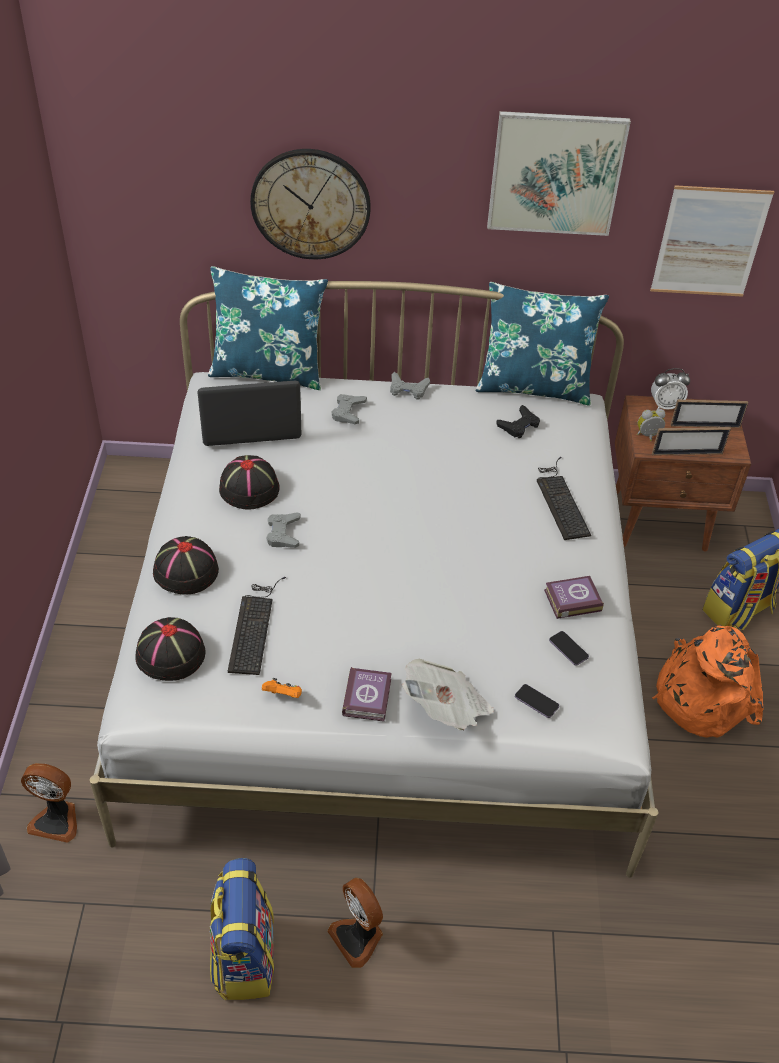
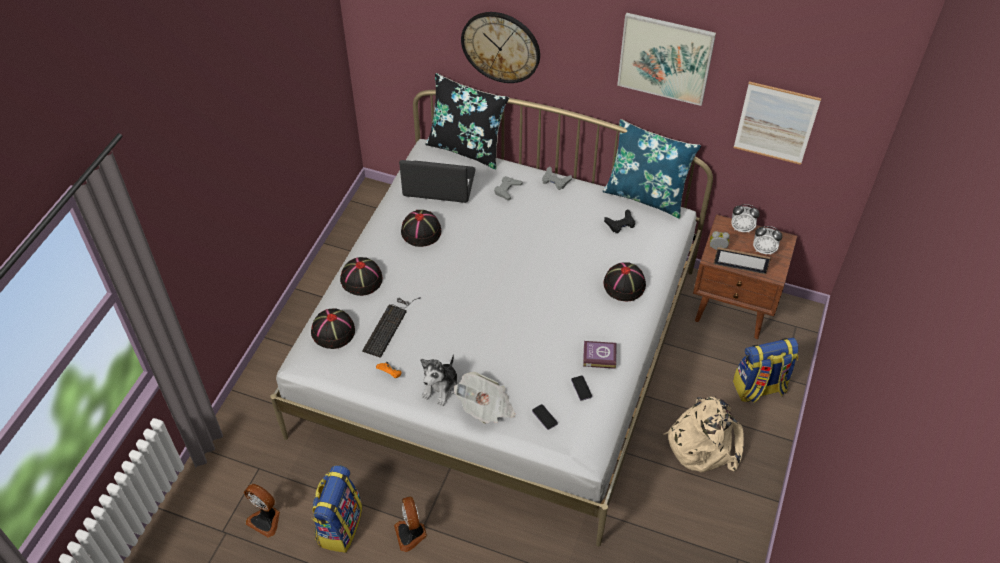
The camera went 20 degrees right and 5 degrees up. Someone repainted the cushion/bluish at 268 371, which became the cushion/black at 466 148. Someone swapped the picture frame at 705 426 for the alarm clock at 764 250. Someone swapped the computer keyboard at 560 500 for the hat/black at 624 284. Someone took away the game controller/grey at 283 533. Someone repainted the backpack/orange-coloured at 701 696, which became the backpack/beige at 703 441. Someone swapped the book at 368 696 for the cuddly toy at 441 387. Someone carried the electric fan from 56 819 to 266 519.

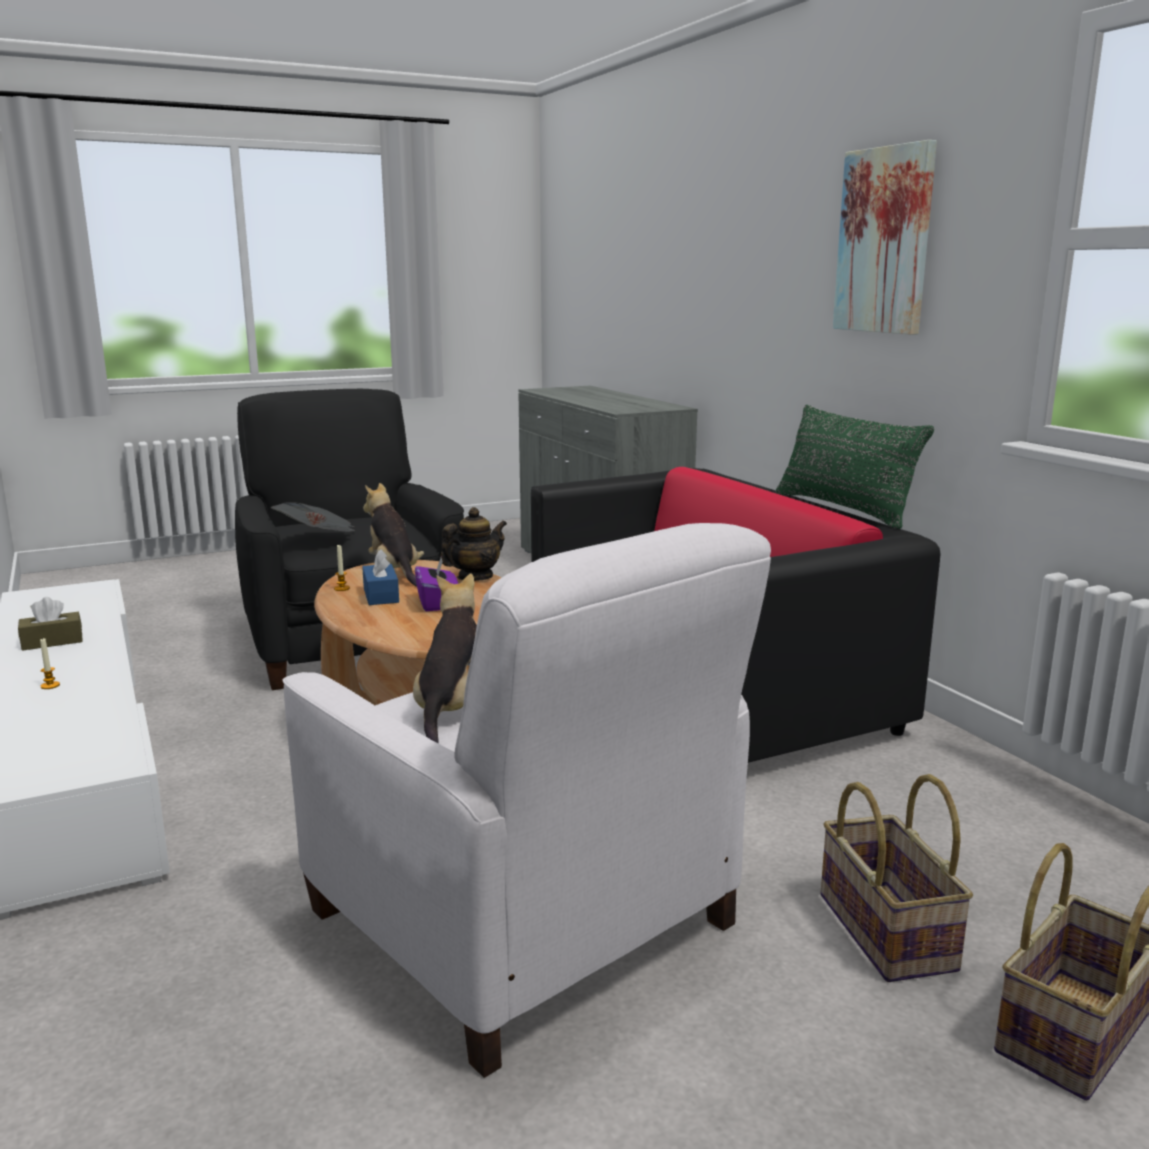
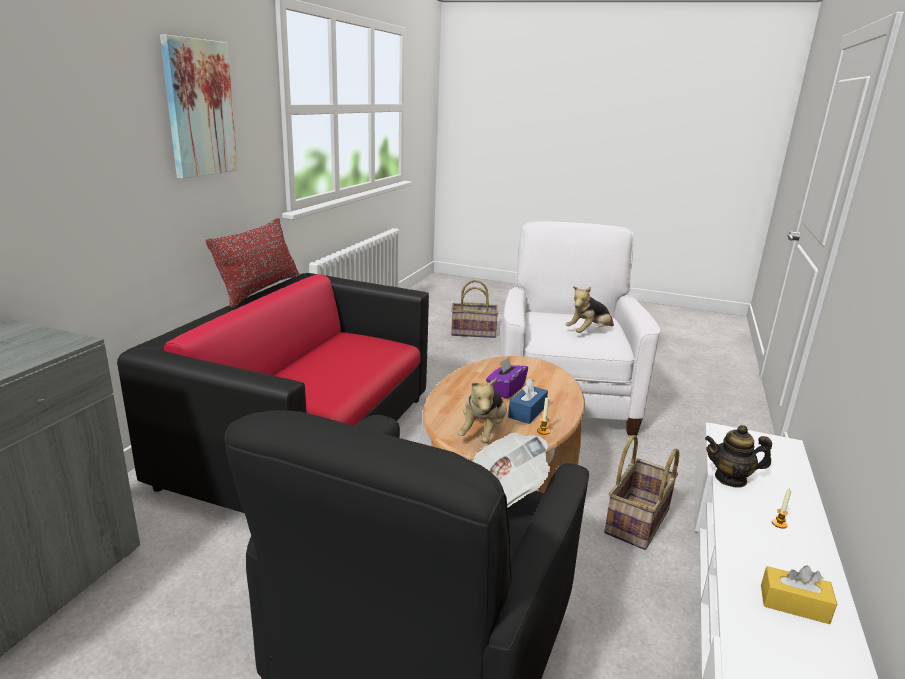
The camera went 135 degrees left and 5 degrees up. Someone repainted the cushion/green at 843 509, which became the cushion/reddish at 260 289. Someone carried the tea pot from 475 577 to 731 479. Someone repainted the box of tissues/brown-coloured at 52 641, which became the box of tissues/yellow-coloured at 794 604. Someone carried the storage basket from 883 931 to 638 522.

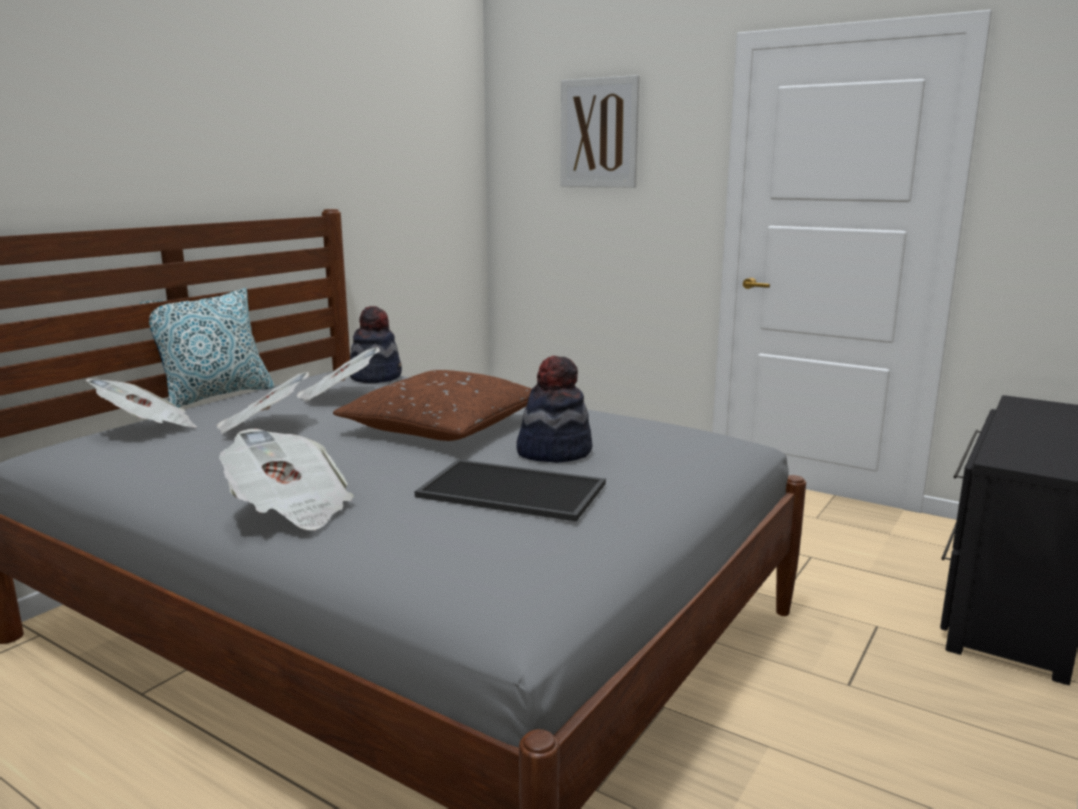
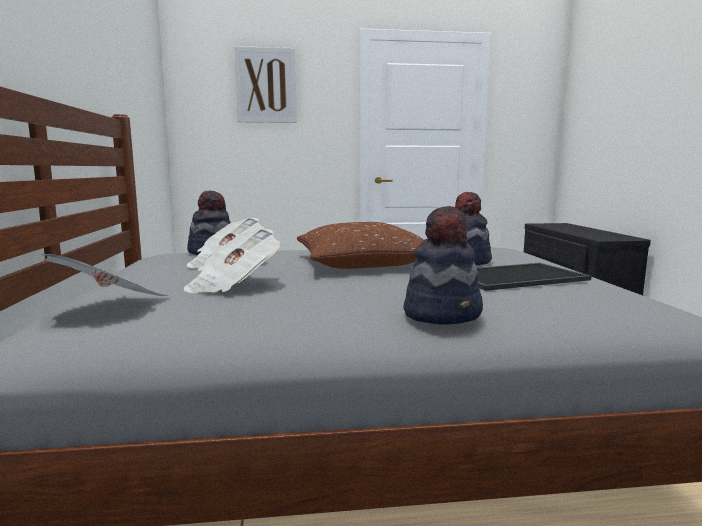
The camera went 40 degrees left and 5 degrees down. Someone took away the cushion at 216 396. Someone swapped the printed paper at 291 509 for the hat at 443 314.

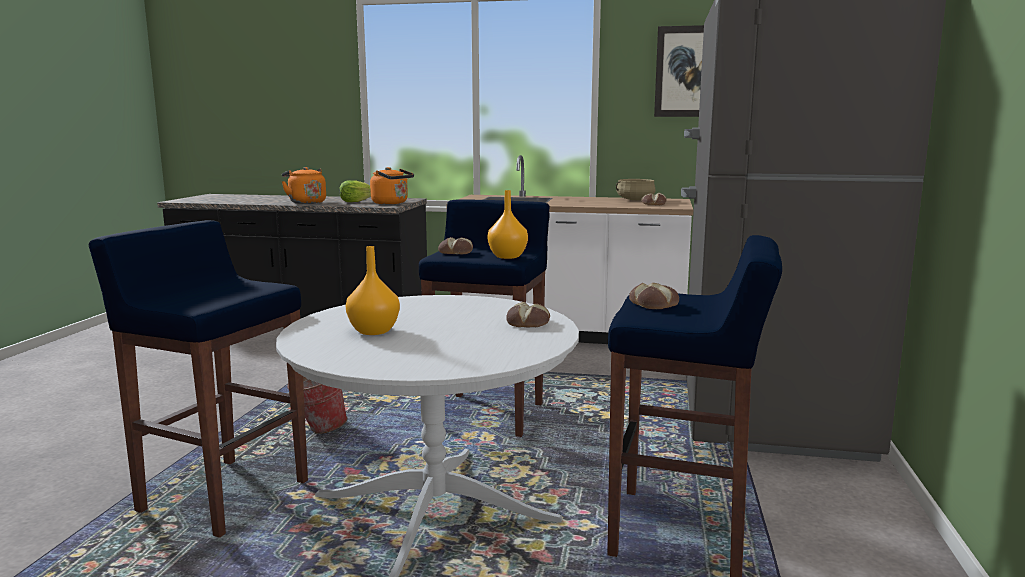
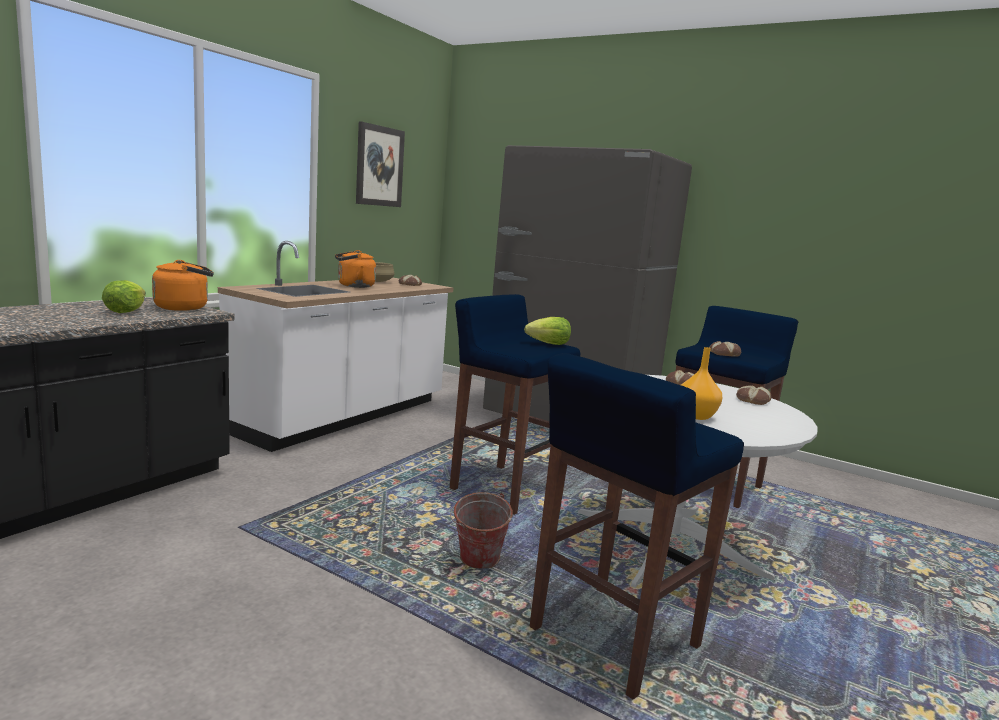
The camera went 70 degrees left and 0 degrees up. Someone carried the tea kettle/orange-coloured from 306 202 to 353 286. Someone swapped the decorative vase/orange-coloured at 507 257 for the lettuce head at 549 344. Someone carried the bread from 456 252 to 752 400.

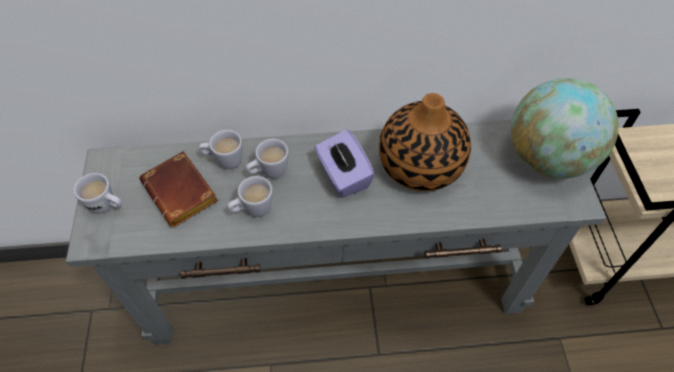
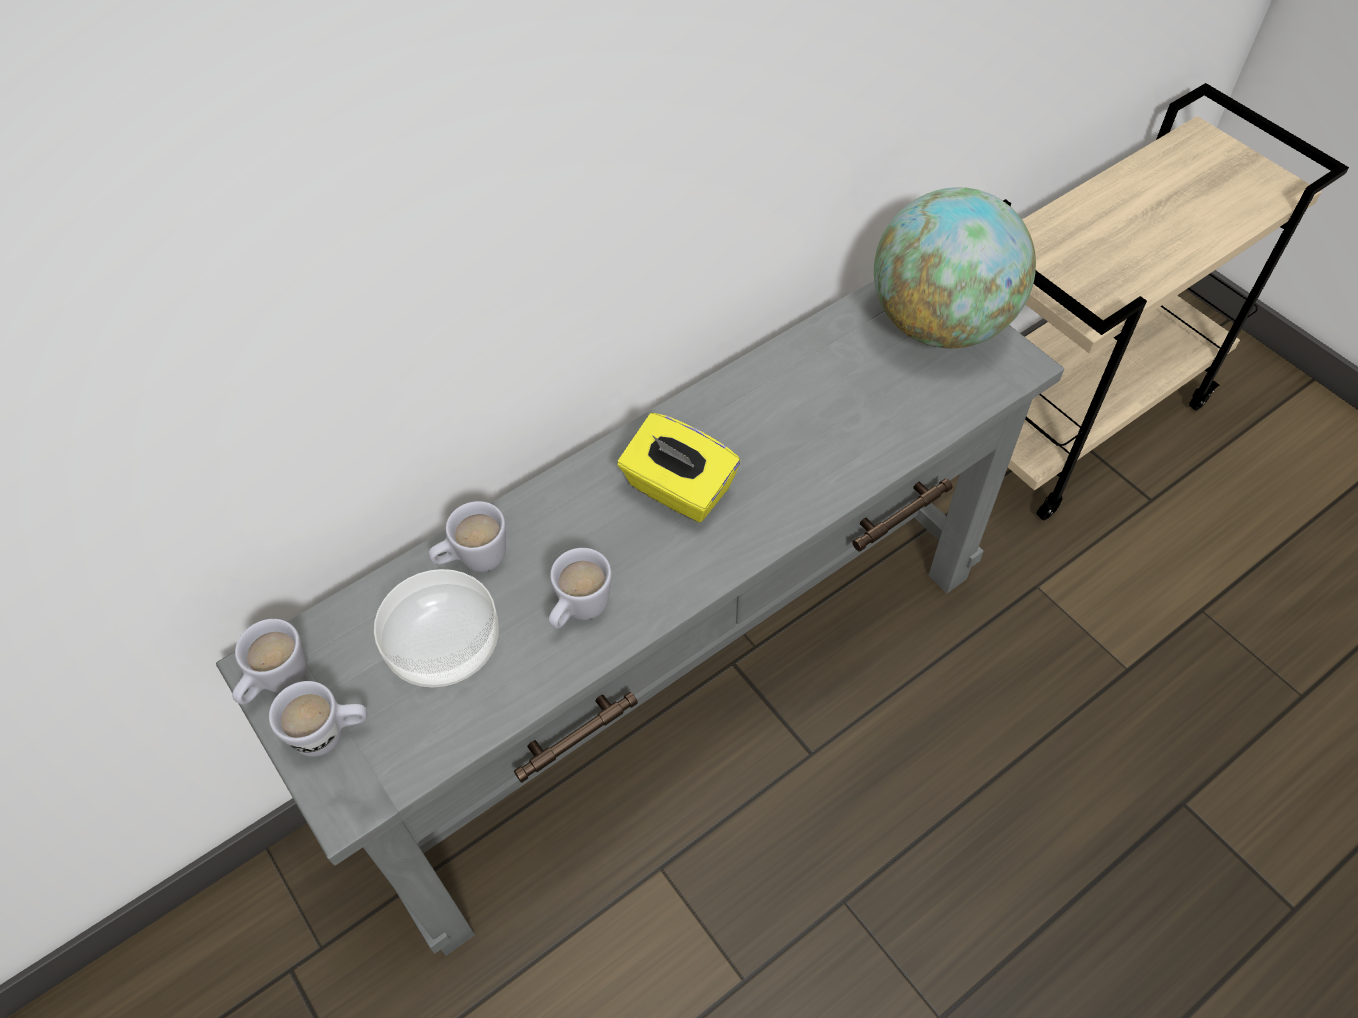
The camera went 30 degrees left and 0 degrees up. Someone took away the decorative vase at 420 165. Someone repainted the box of tissues/purplish at 343 176, which became the box of tissues/yellow-coloured at 678 489. Someone carried the mug/whitish from 269 172 to 277 683. Someone swapped the book/brown-coloured at 183 193 for the bowl at 446 645.

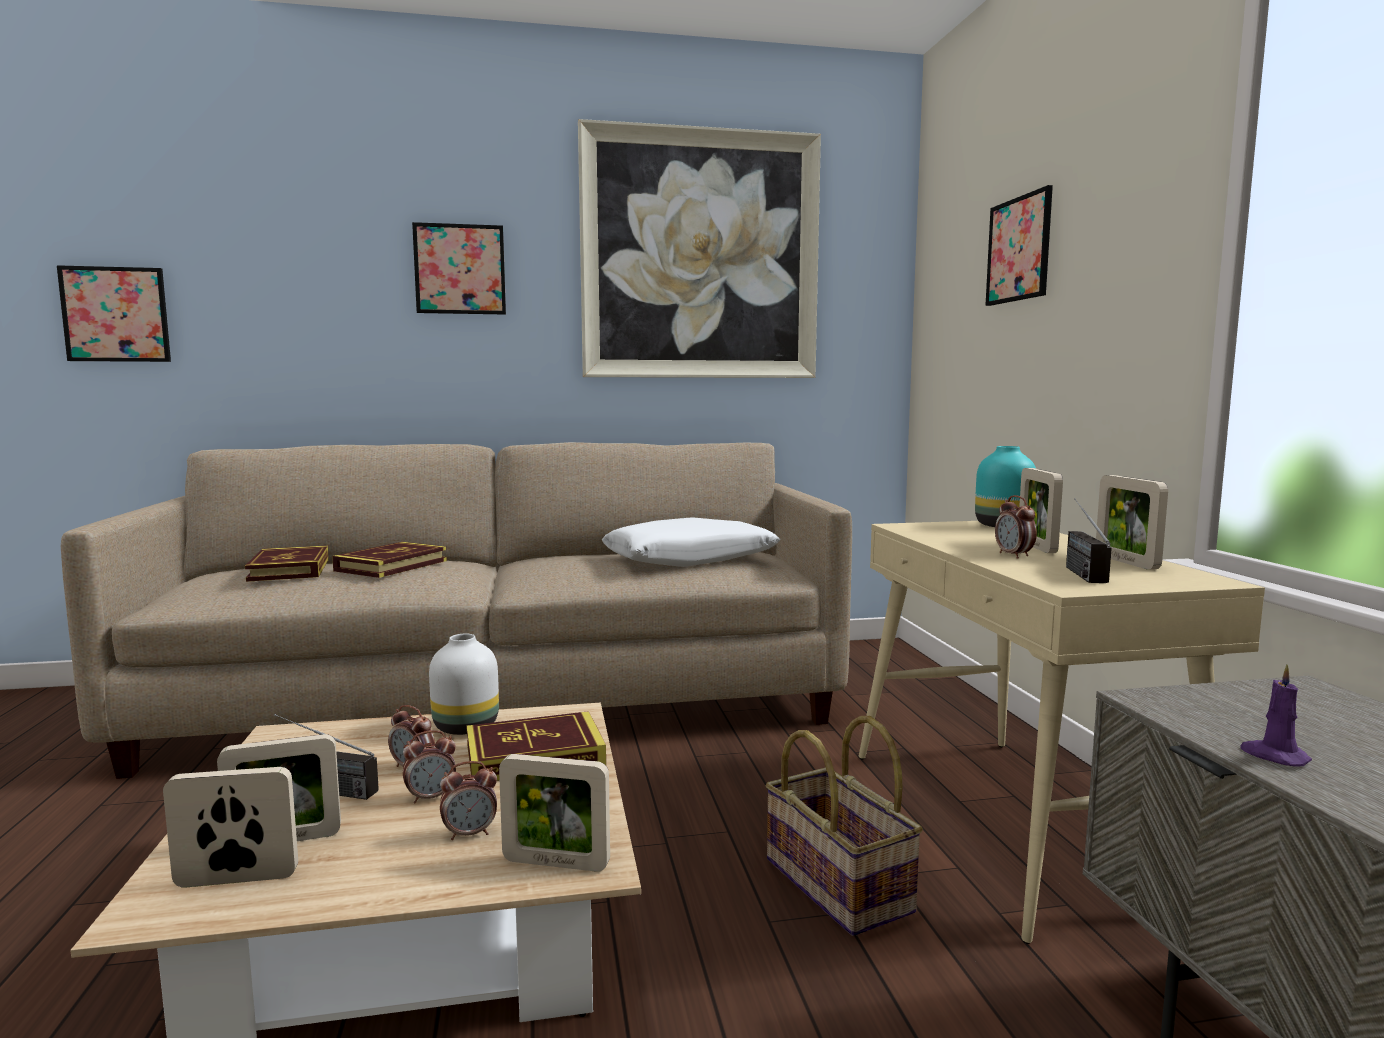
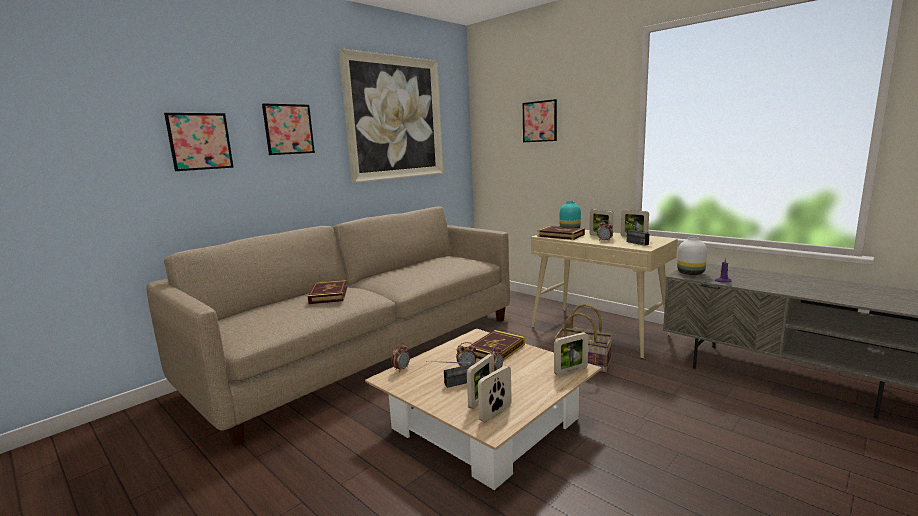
The camera went 35 degrees left and 5 degrees up. Someone carried the picture from 116 314 to 200 141. Someone took away the cushion/whitish at 690 559. Someone carried the book from 289 570 to 561 235. Someone carried the decorative vase/whitish from 464 726 to 690 273. Someone carried the alarm clock from 470 833 to 401 369.

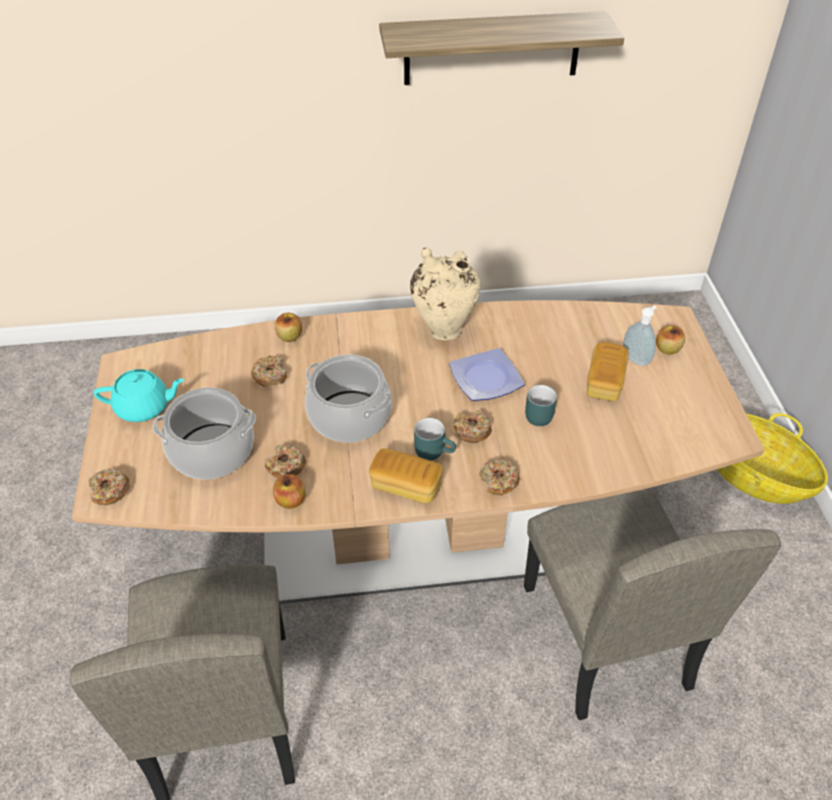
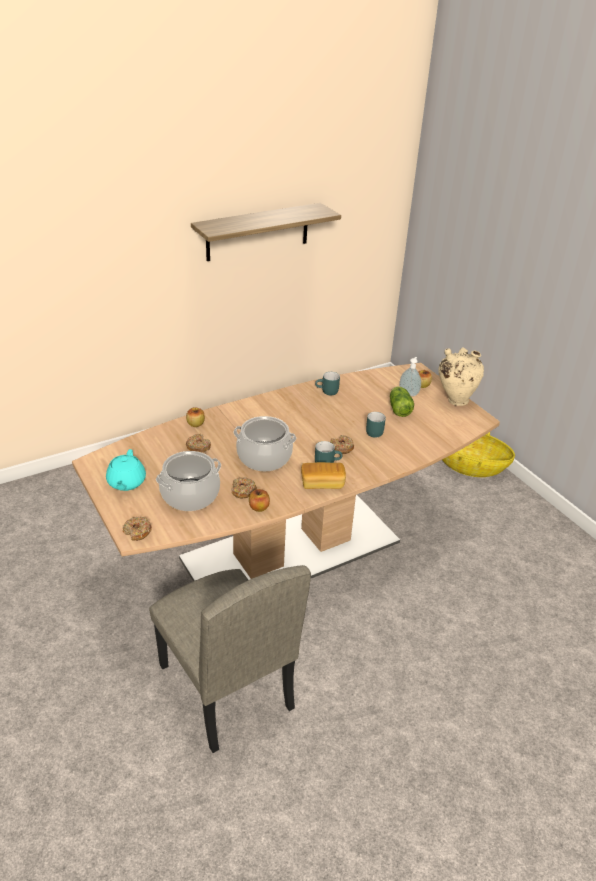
The camera went 25 degrees left and 10 degrees down. Someone carried the decorative vase/beige from 444 328 to 455 400. Someone swapped the bread at 604 382 for the lettuce head at 399 408. Someone took away the dinner plate at 484 378. Someone rotated the tea pot/blue-green at 144 407 by 120 degrees clockwise. Someone took away the doughnut at 498 481. Someone took away the plain chair/beige at 603 636. Someone put down the mug/blue-green at 327 392.

